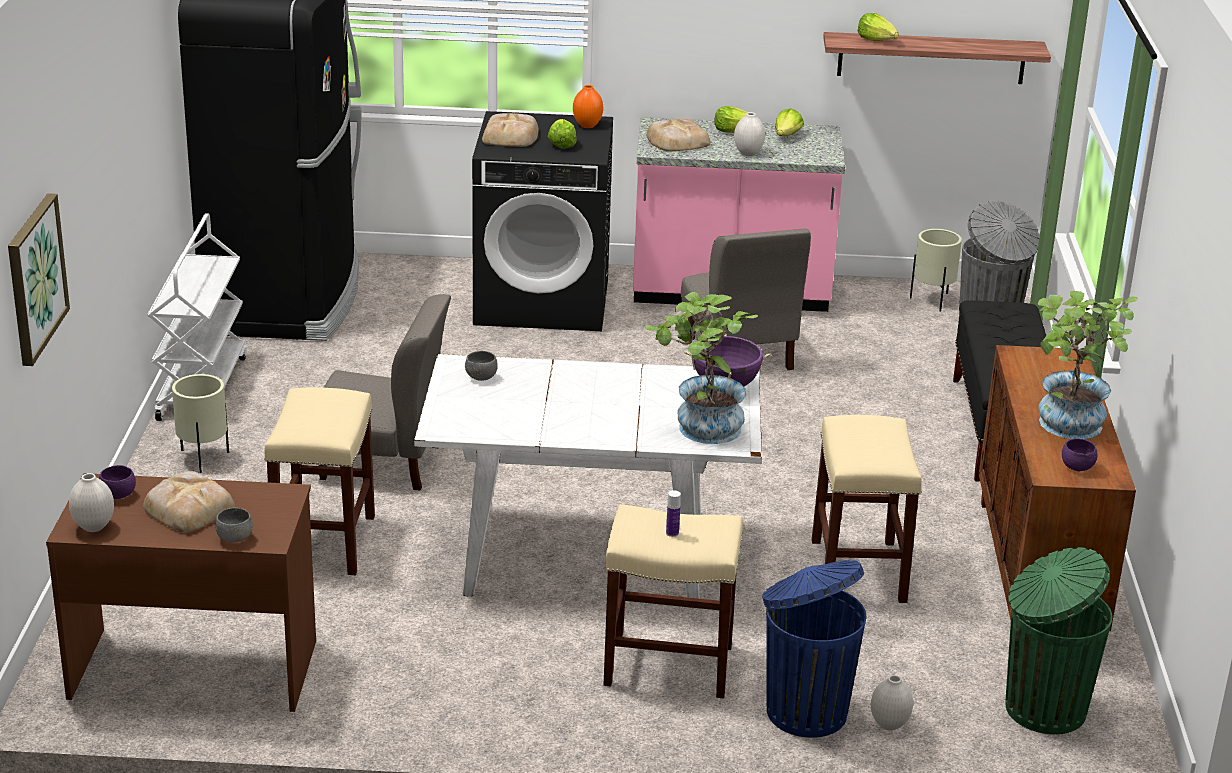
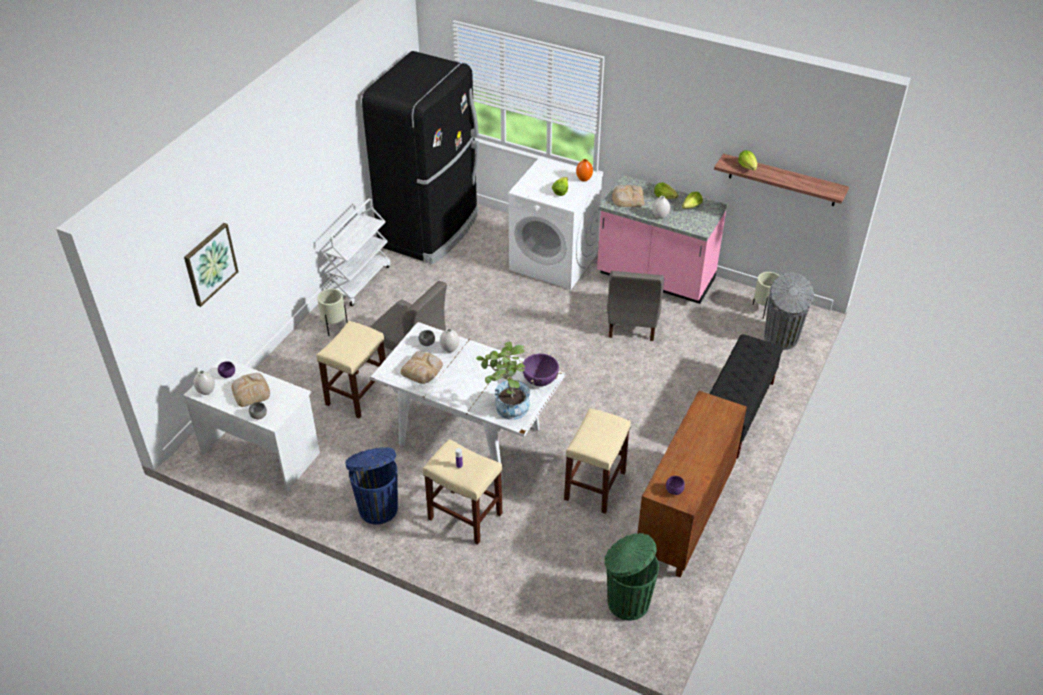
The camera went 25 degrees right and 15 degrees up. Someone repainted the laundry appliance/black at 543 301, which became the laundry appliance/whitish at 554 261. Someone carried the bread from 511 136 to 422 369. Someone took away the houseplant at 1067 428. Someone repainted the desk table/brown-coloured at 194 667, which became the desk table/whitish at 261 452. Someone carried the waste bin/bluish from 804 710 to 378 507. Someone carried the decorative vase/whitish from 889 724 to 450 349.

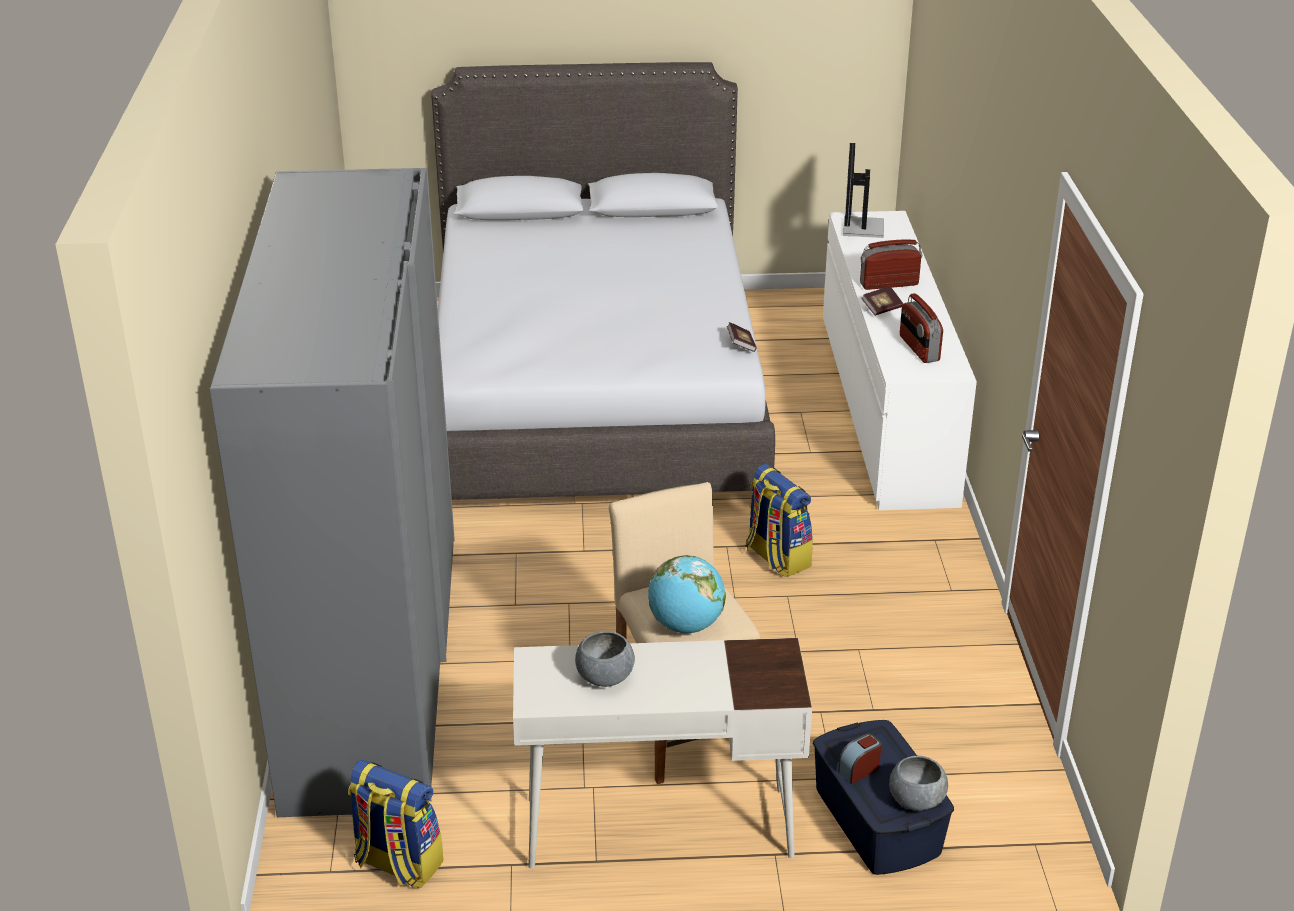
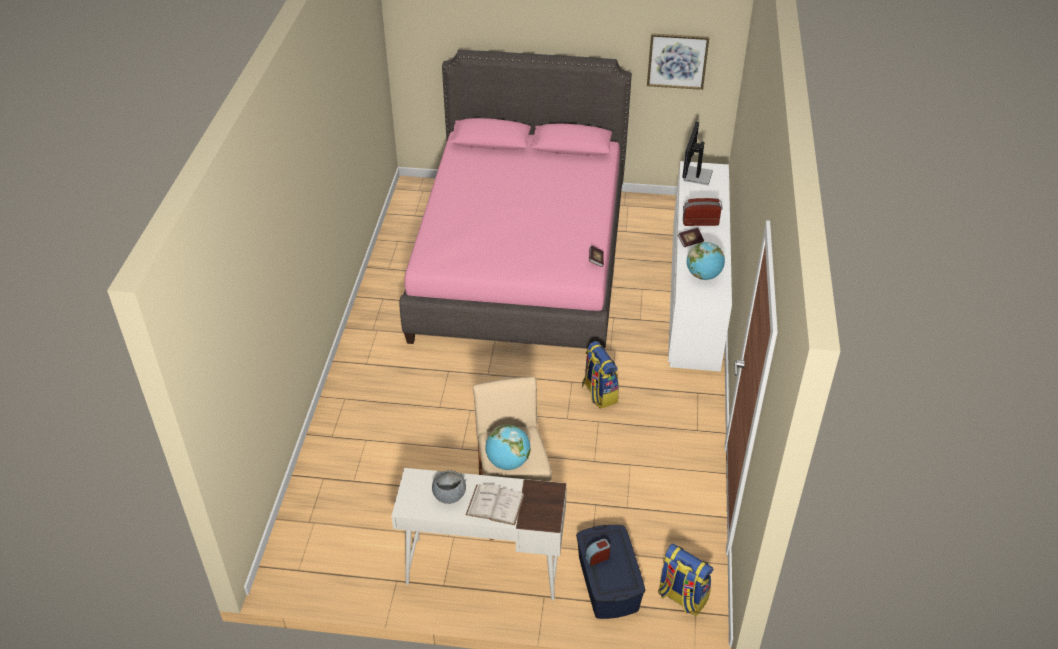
The camera went 10 degrees right and 10 degrees up. Someone repainted the sleeping bed/grey at 593 395, which became the sleeping bed/pink-coloured at 520 262. Someone took away the clothes cupboard/grey at 372 667. Someone swapped the radio at 918 349 for the desk globe at 703 275. Someone took away the bowl/grey at 916 799. Someone carried the backpack from 397 863 to 681 597. Someone put up the picture at 677 61. Someone put down the book/whitish at 495 504.

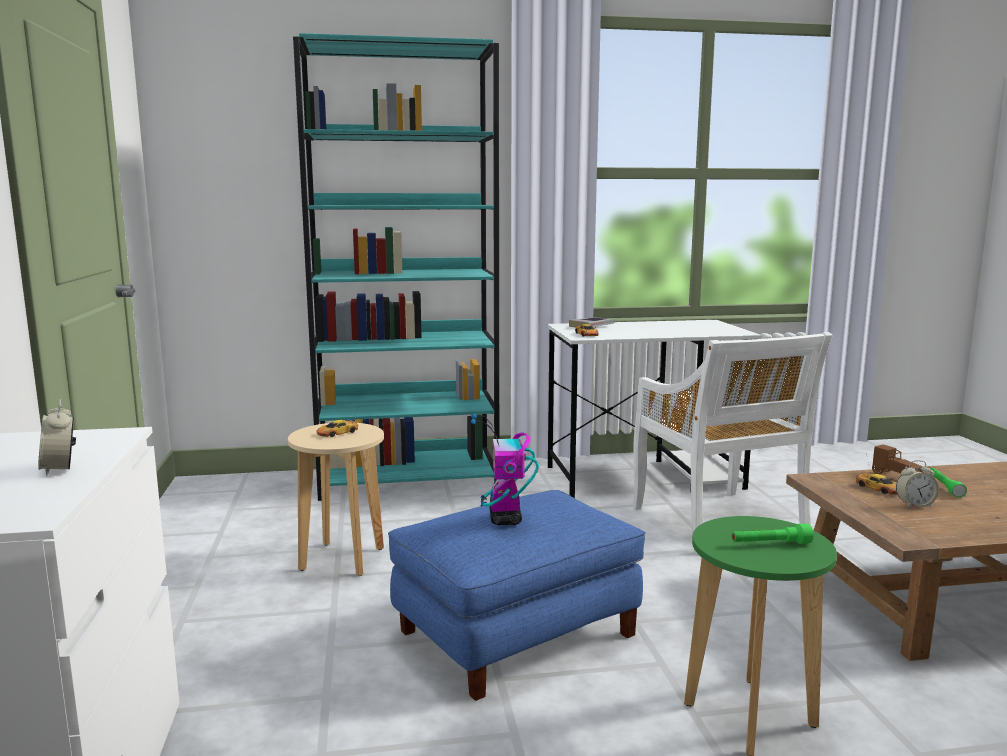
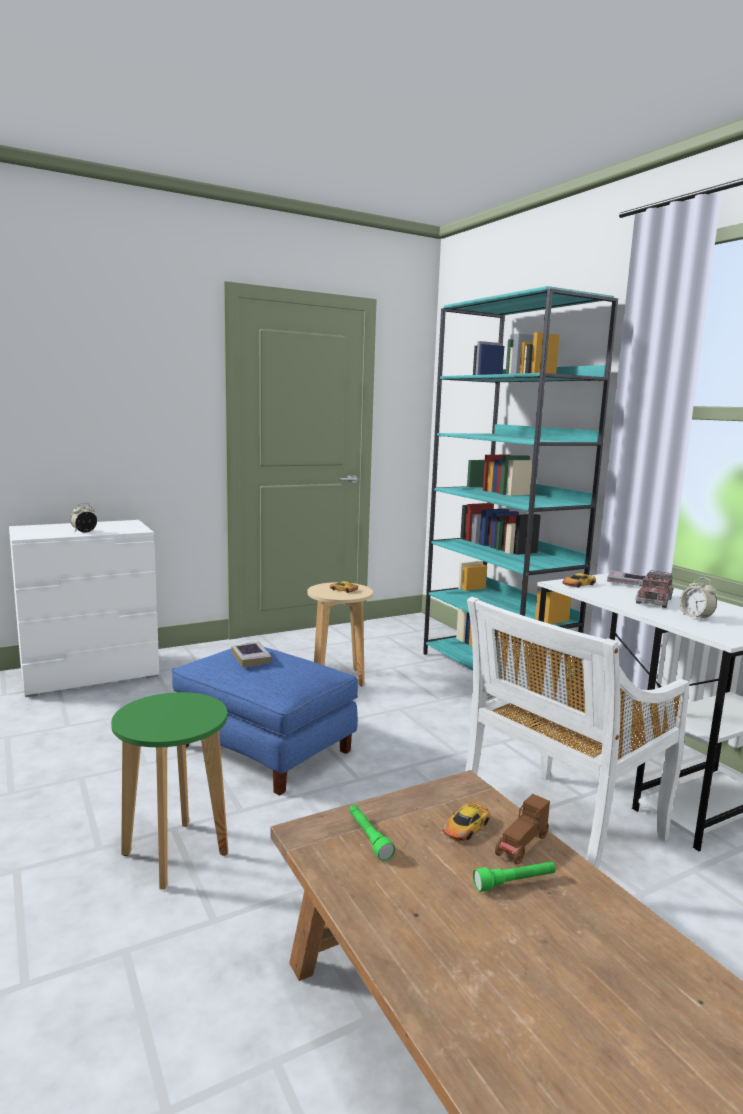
The camera went 70 degrees right and 0 degrees up. Someone swapped the robot figure at 505 519 for the book at 251 658. Someone carried the alarm clock from 914 505 to 696 617. Someone carried the flashlight/green from 770 544 to 368 838. Someone put down the toy lorry at 654 600.

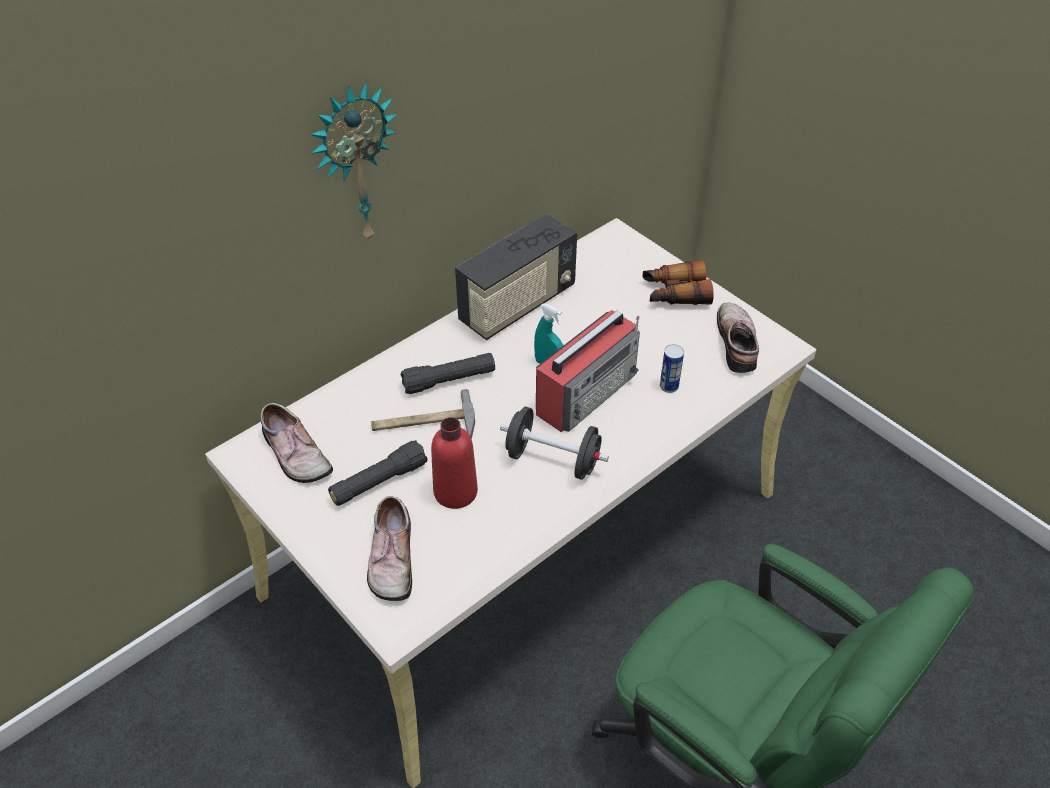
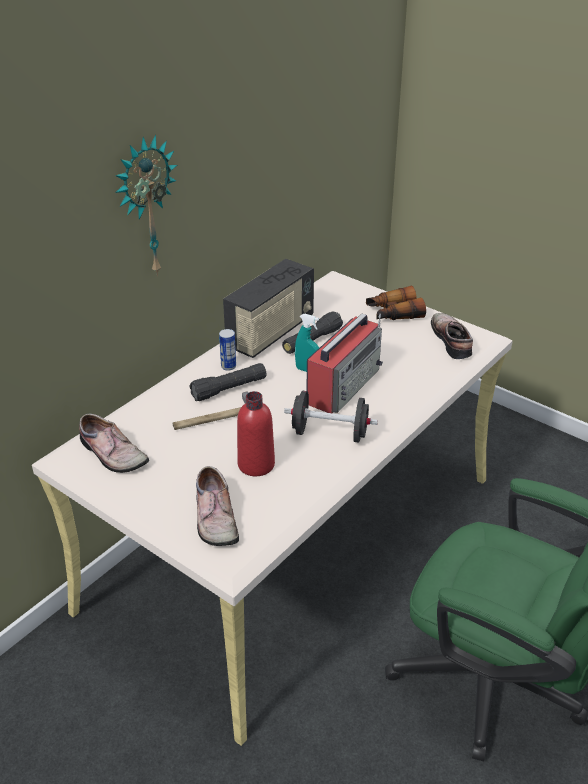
The camera went 10 degrees left and 10 degrees down. Someone carried the can from 669 386 to 228 366. Someone carried the flashlight/black from 379 482 to 312 341.

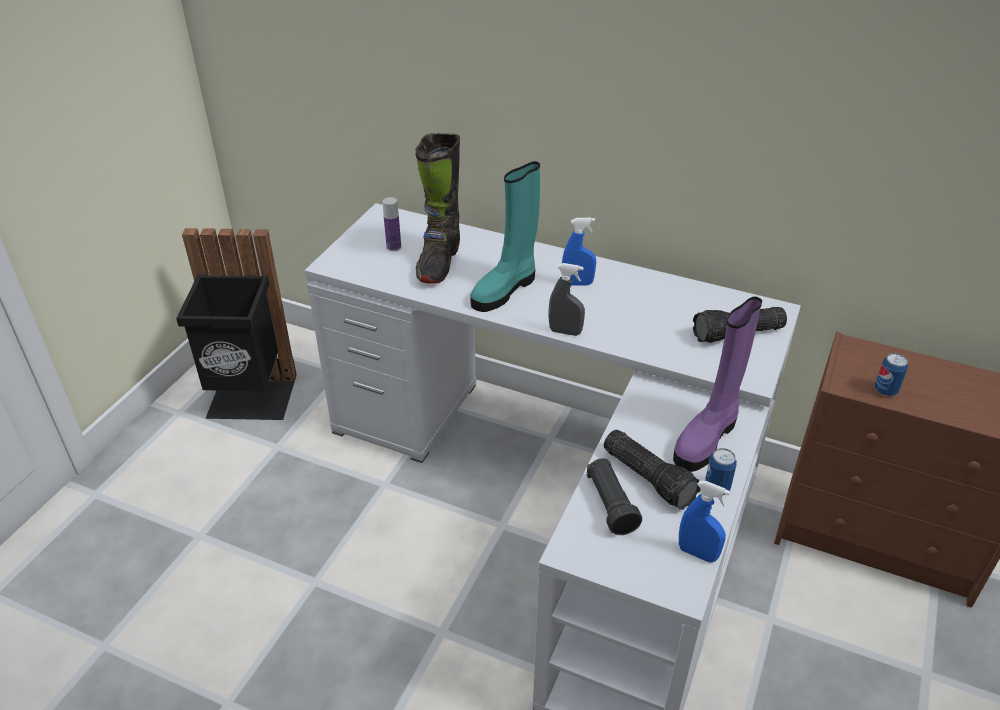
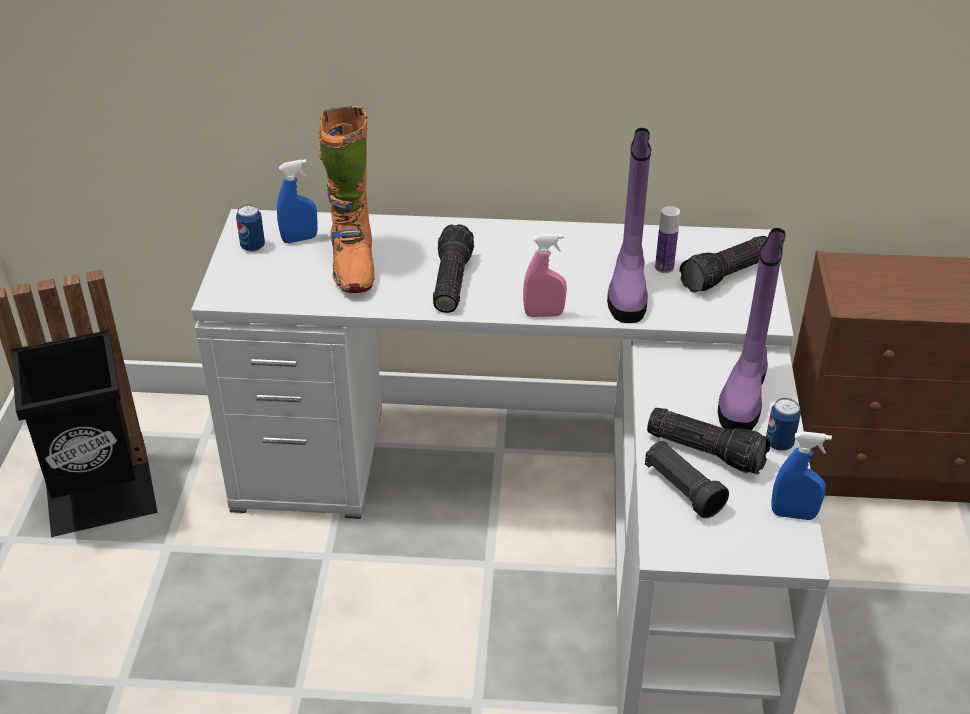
The camera went 20 degrees left and 0 degrees up. Someone repainted the high-top boot/black at 438 262, which became the high-top boot/orange-coloured at 353 265. Someone swapped the high-top boot/blue-green at 505 290 for the flashlight at 450 281. Someone carried the drink bottle from 393 247 to 664 267. Someone carried the hand sprayer/bluish from 577 283 to 299 239. Someone repainted the hand sprayer/grey at 565 332, which became the hand sprayer/pink-coloured at 544 314. Someone carried the can from 885 390 to 253 246. Someone put down the high-top boot/purplish at 628 289.

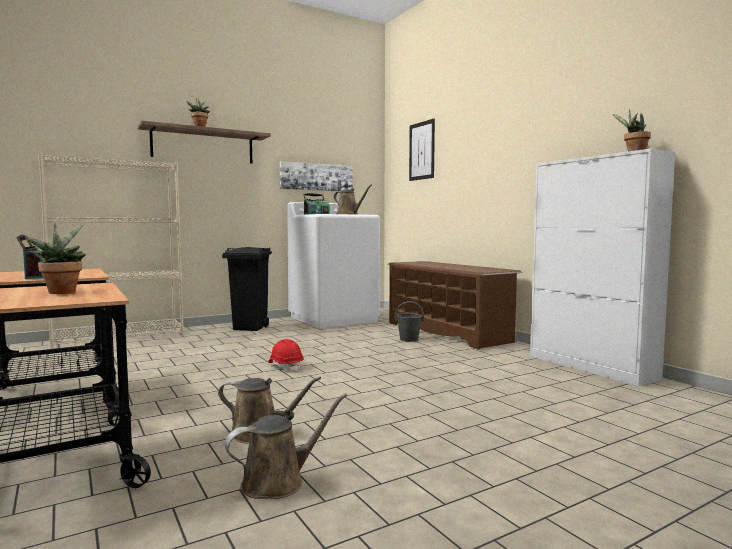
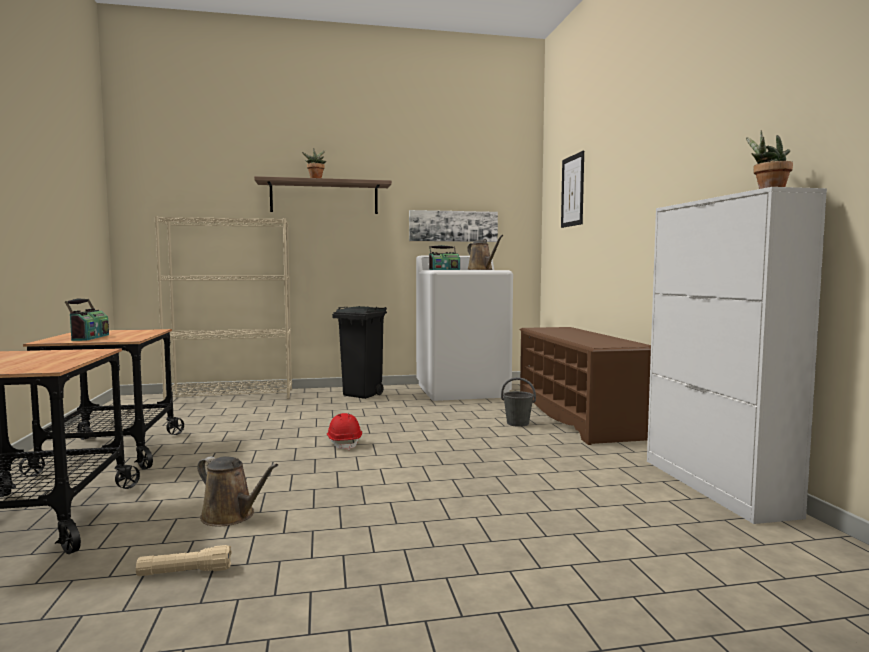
The camera went 20 degrees right and 0 degrees up. Someone took away the houseplant at 62 292. Someone swapped the watering can/brown-coloured at 278 482 for the flashlight/beige at 185 573.

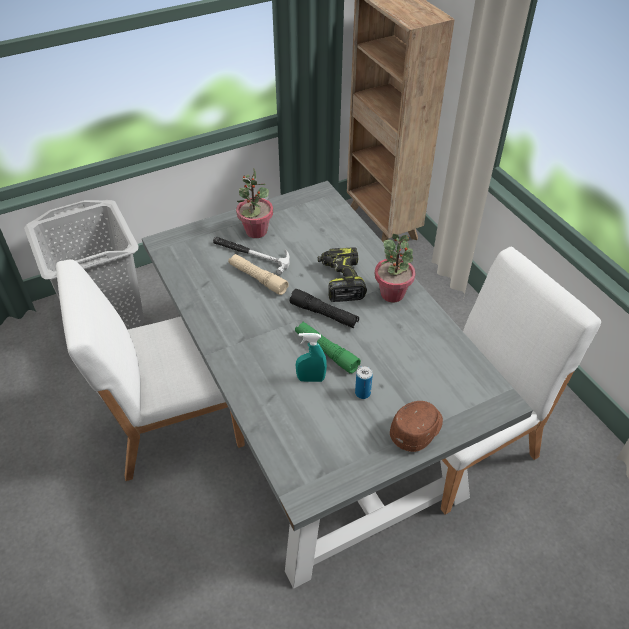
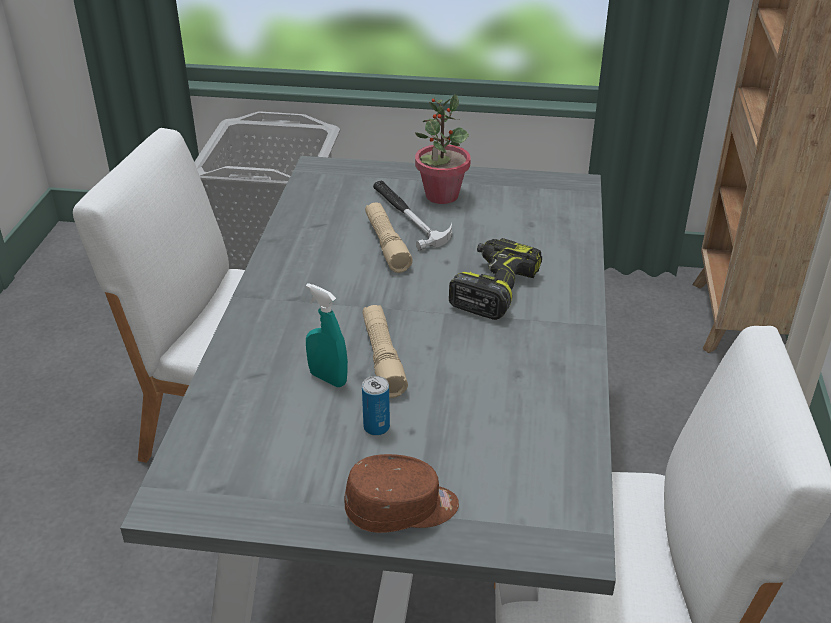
The camera went 35 degrees right and 10 degrees down. Someone took away the houseplant at 392 294. Someone took away the flashlight/black at 324 314. Someone repainted the flashlight/green at 326 351, which became the flashlight/beige at 382 358.

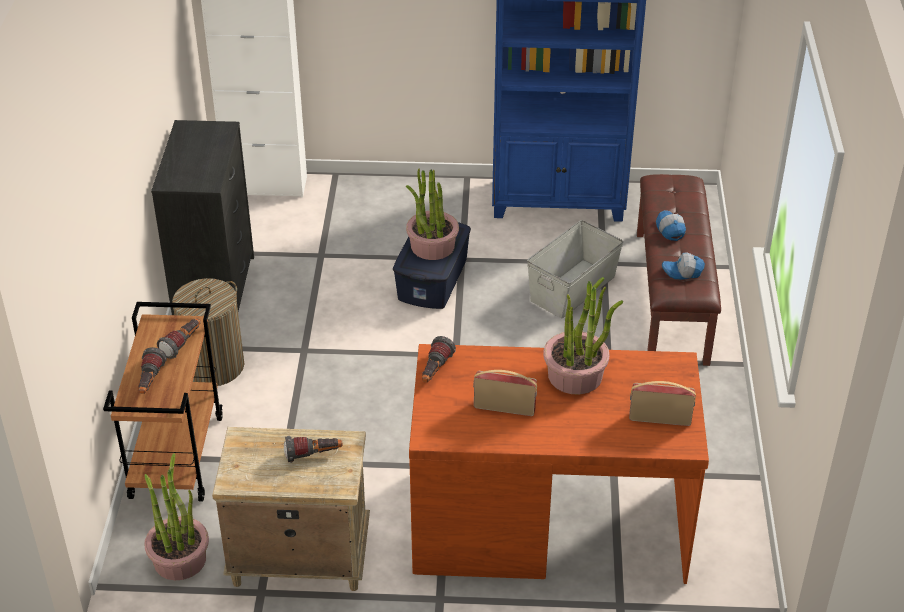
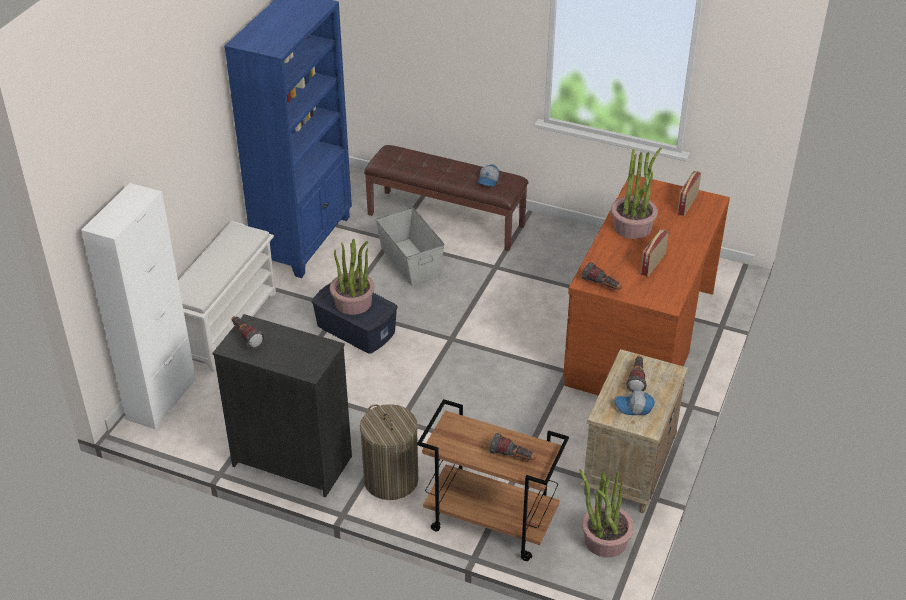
The camera went 70 degrees left and 0 degrees up. Someone carried the cap from 669 230 to 634 407. Someone carried the flashlight from 183 344 to 246 337. Someone put down the shoe shelf/whitish at 226 324.

